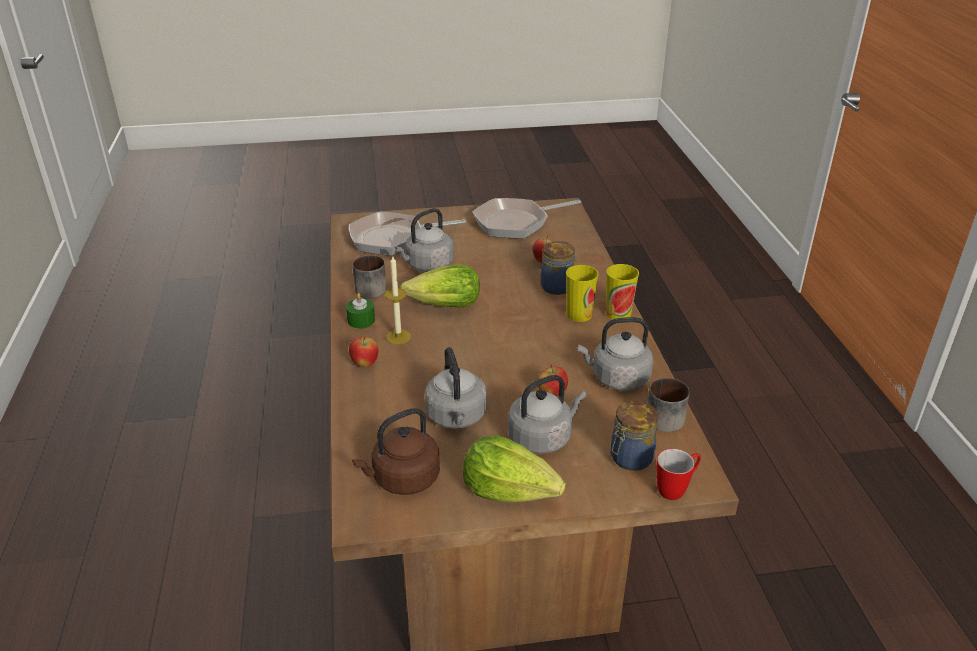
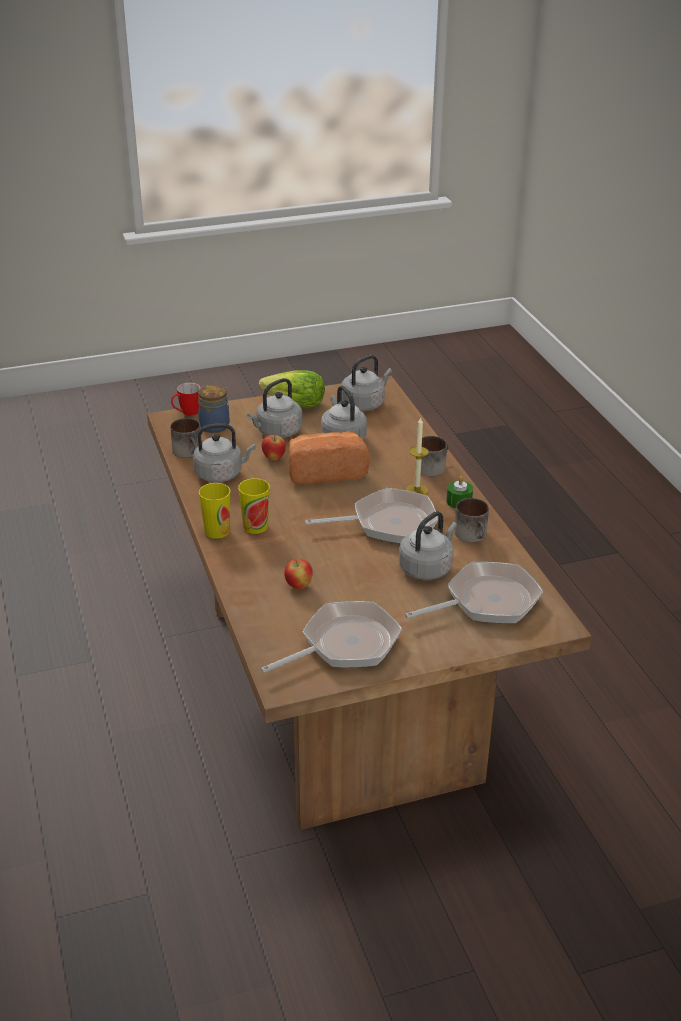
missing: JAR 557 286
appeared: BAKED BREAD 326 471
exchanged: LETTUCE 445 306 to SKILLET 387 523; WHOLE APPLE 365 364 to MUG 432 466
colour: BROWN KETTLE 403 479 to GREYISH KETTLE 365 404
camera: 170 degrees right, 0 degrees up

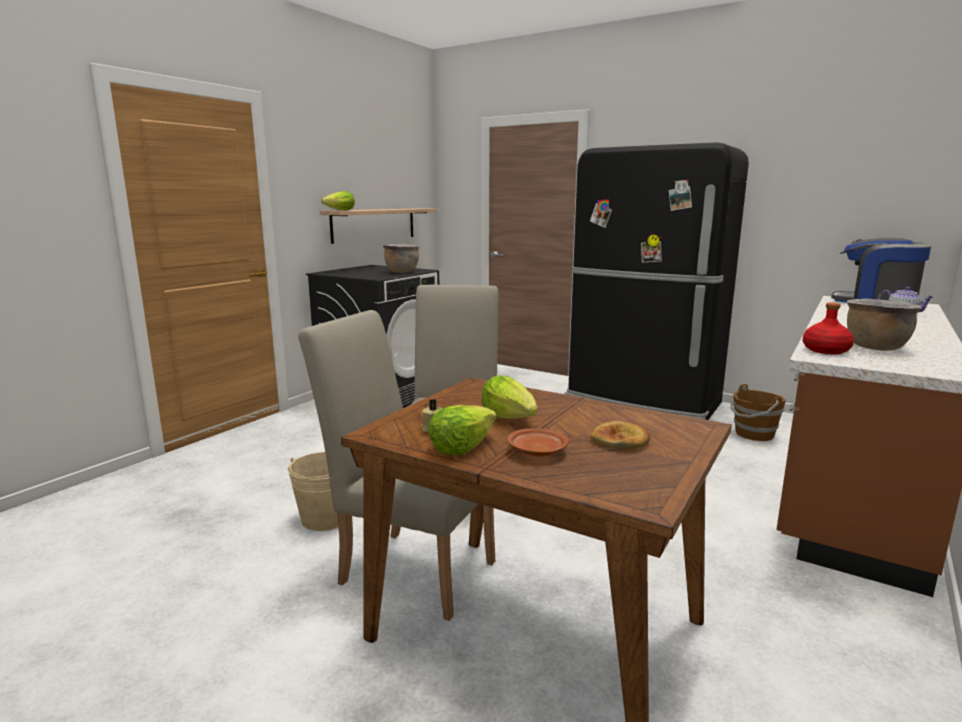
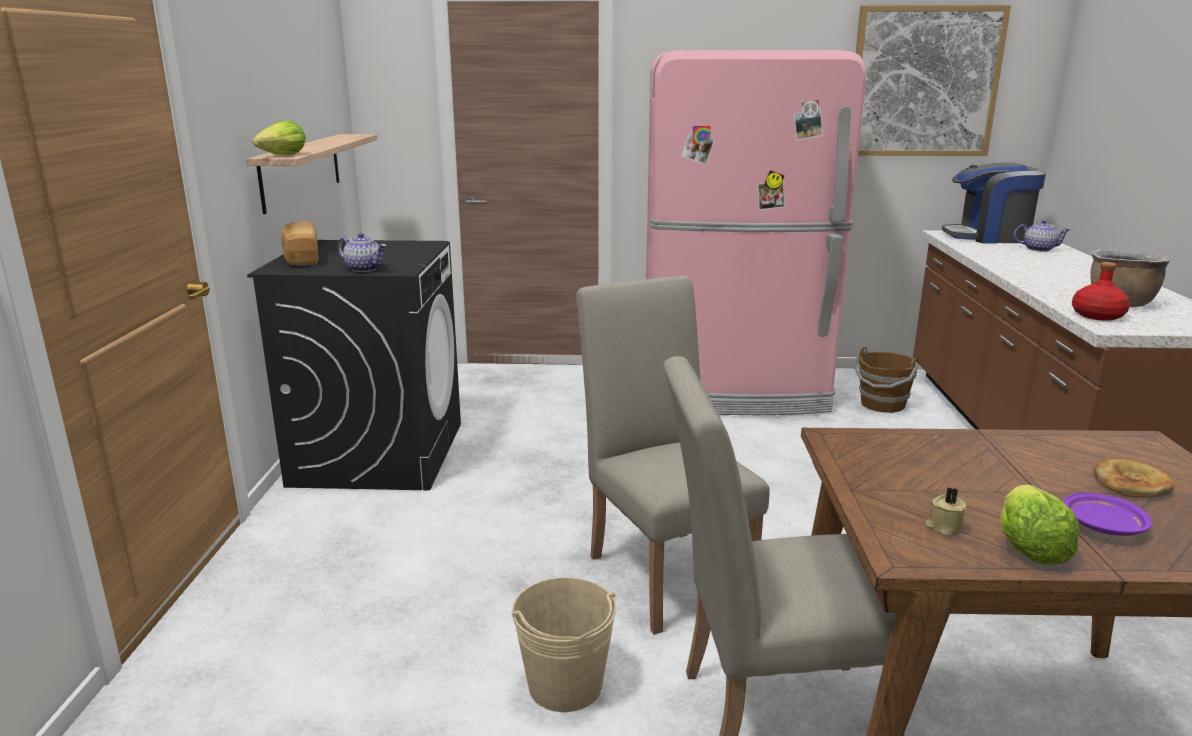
missing: BROWN COOKING POT 401 272; LETTUCE 510 418
appeared: PICTURE 924 82; BAKED BREAD 301 259; TEA POT 364 269
colour: BLACK-COLOURED KITCHEN FRIDGE 643 405 to PINK-COLOURED KITCHEN FRIDGE 733 390; BROWN DINNER PLATE 536 451 to PURPLISH DINNER PLATE 1102 526
camera: 30 degrees left, 5 degrees up

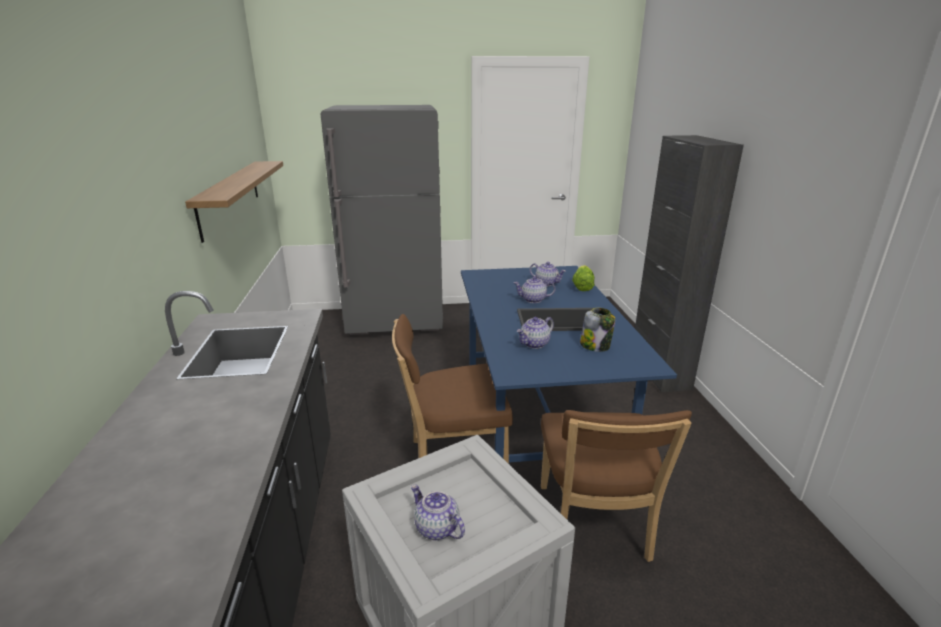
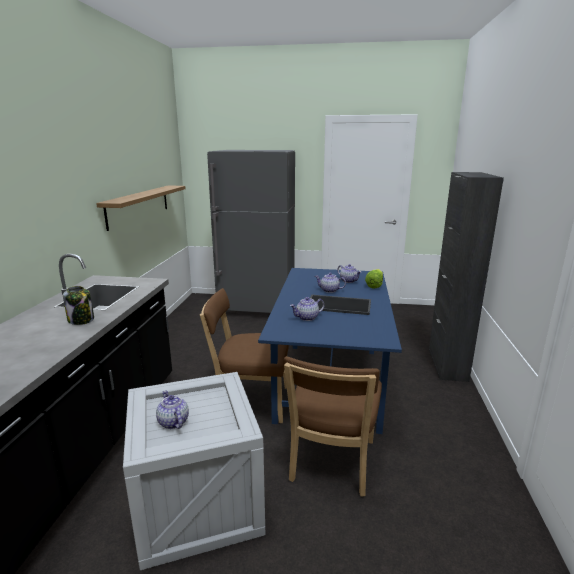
relocated: JAR 595 346 to 81 320
camera: 15 degrees right, 5 degrees down

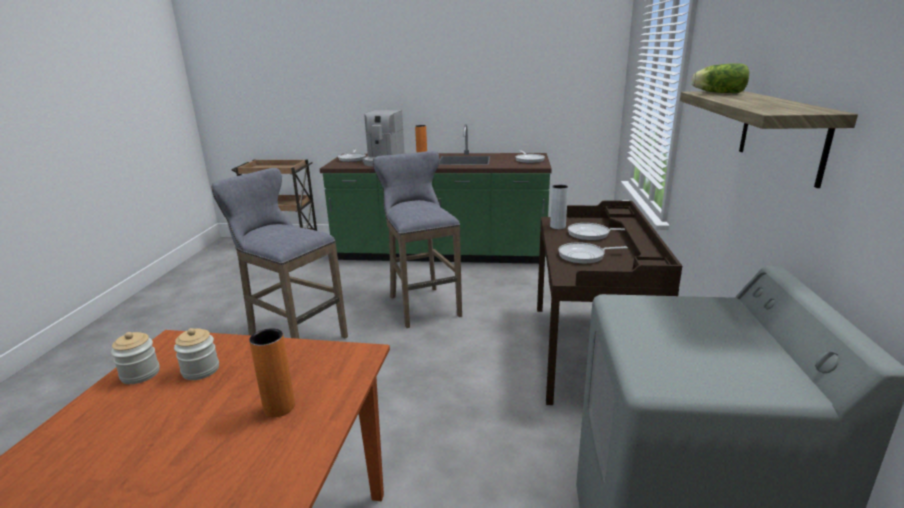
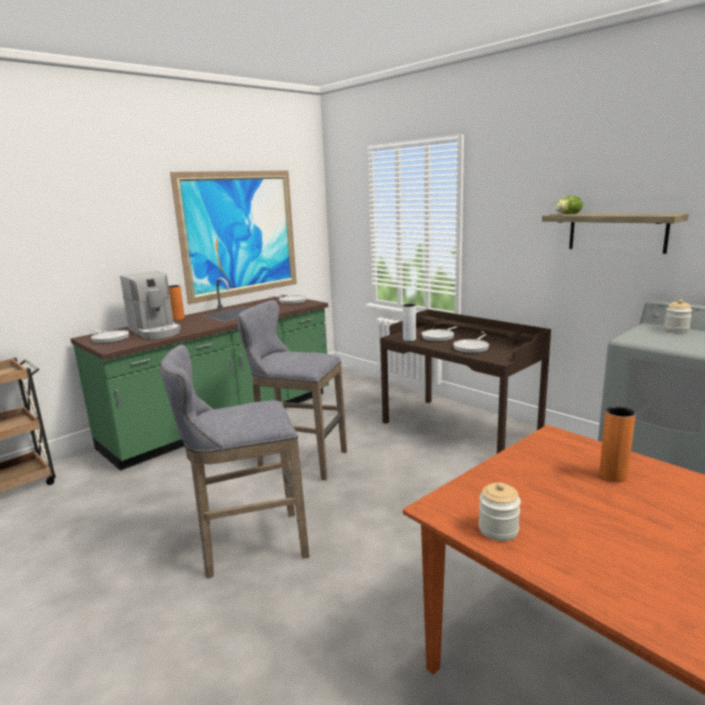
appeared: PICTURE 240 234
relocated: JAR 200 370 to 676 329
camera: 50 degrees left, 5 degrees down

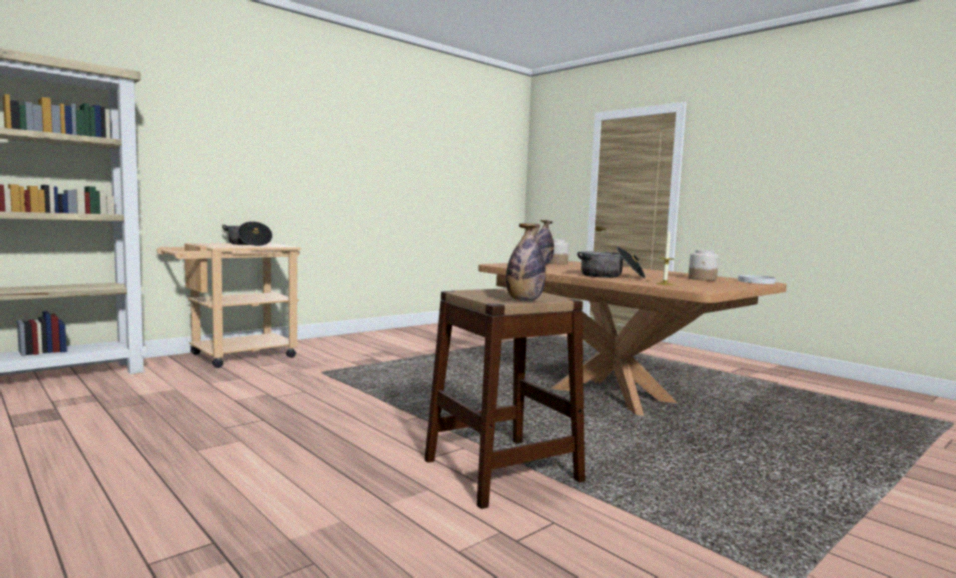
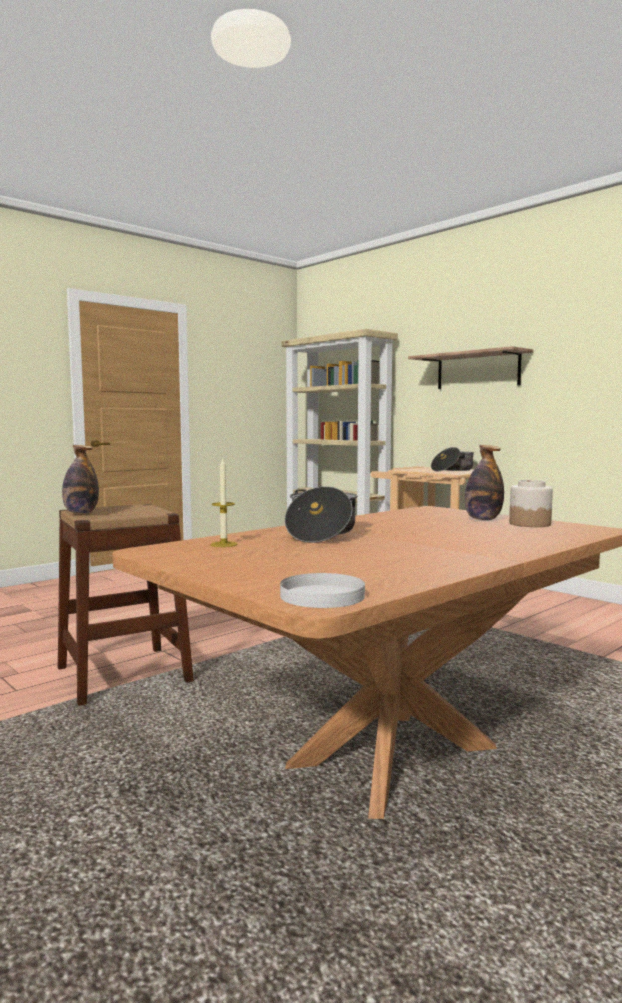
missing: JAR 702 279
appeared: BRACKET SHELF 477 370
camera: 90 degrees right, 0 degrees up

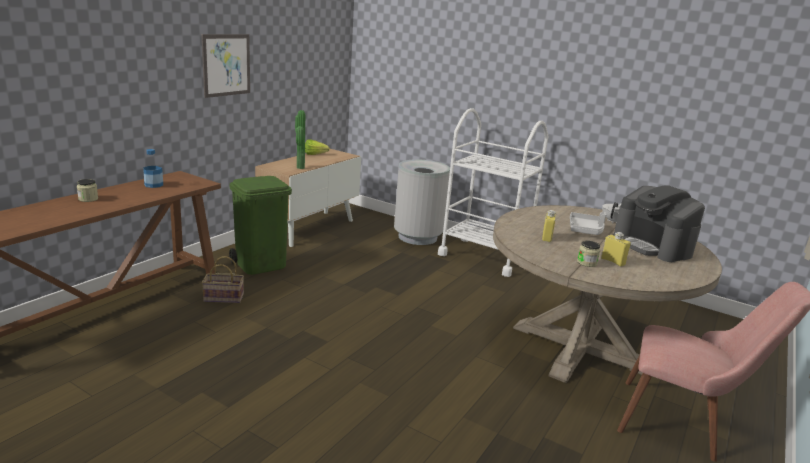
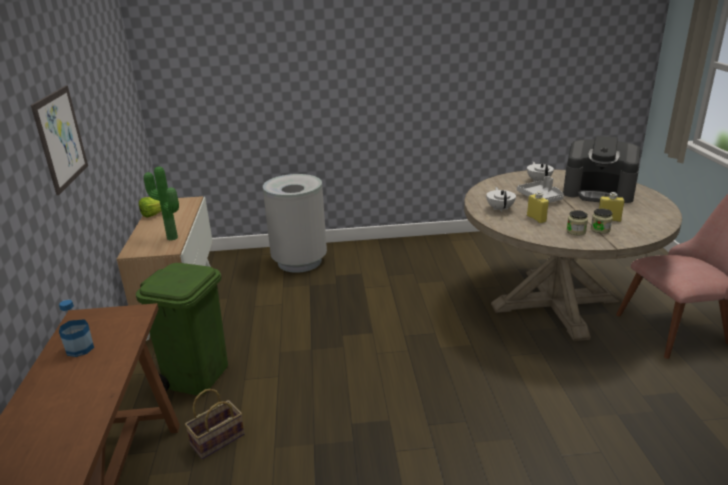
missing: WHITISH TROLLEY 484 256
appeared: WHITISH TEA POT 500 209
relocated: JAR 88 199 to 576 231
camera: 35 degrees left, 5 degrees up

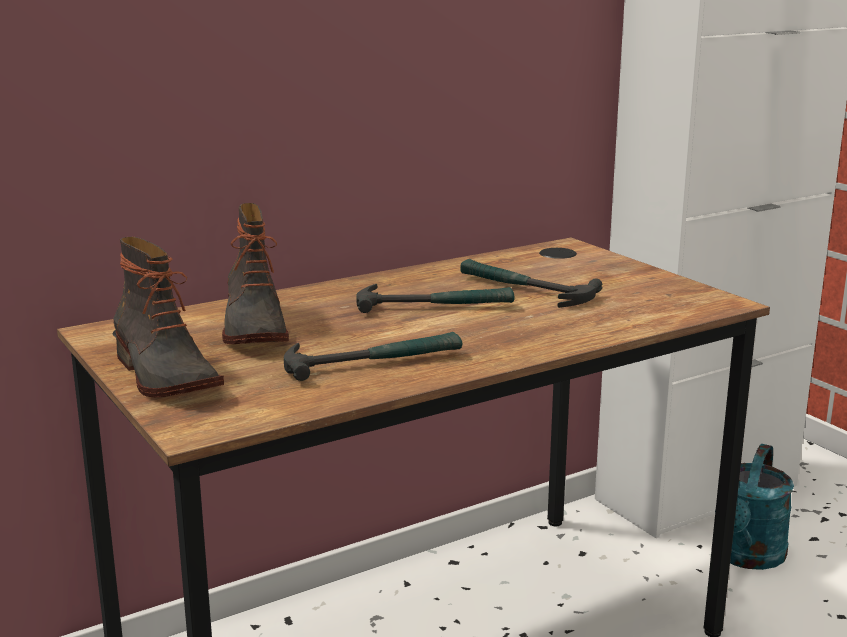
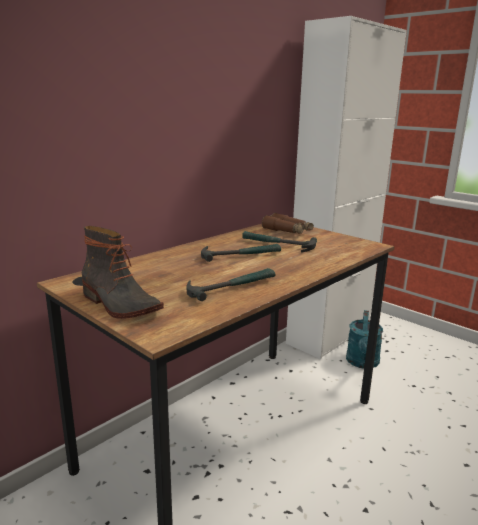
missing: HIGH-TOP BOOT 252 328
appeared: BROWN PAIR OF BINOCULARS 287 231
camera: 15 degrees left, 0 degrees up

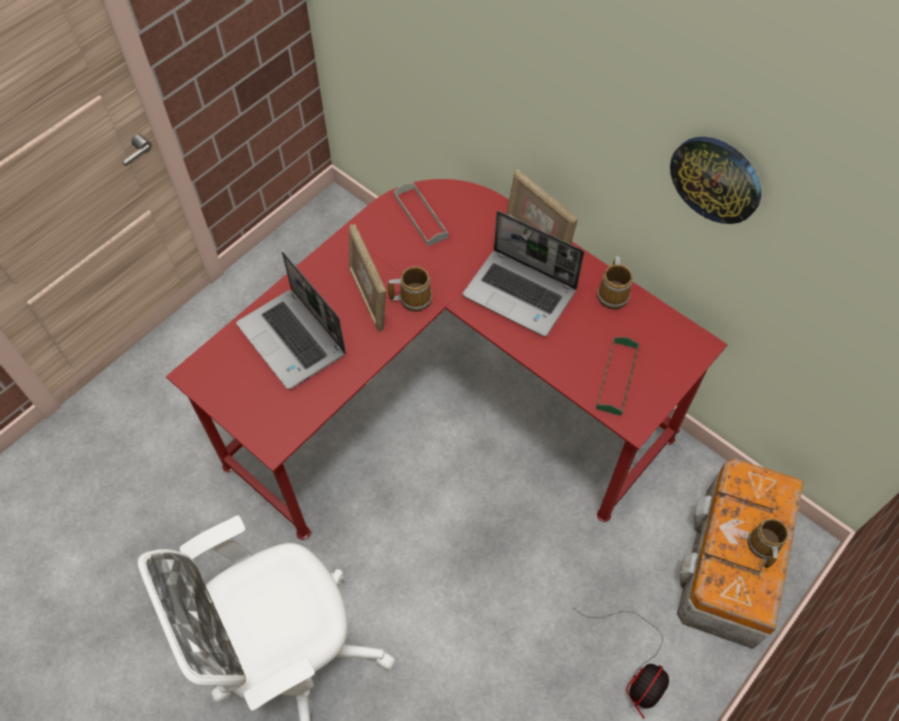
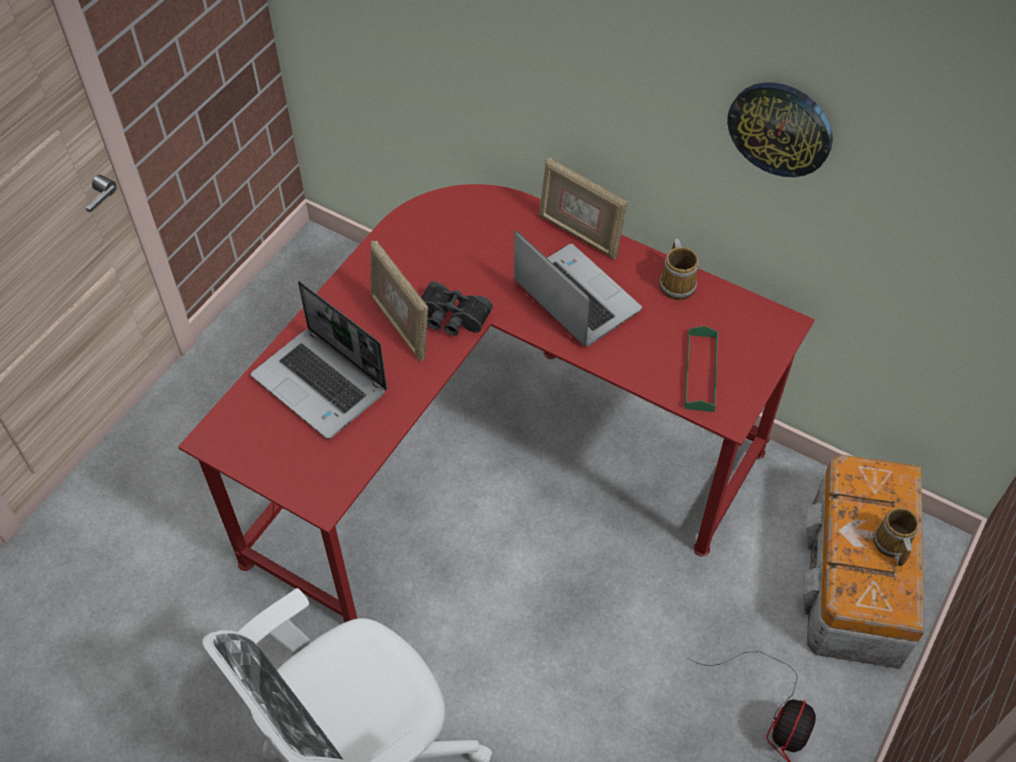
missing: GREYISH CARRYING TRAY 421 216
exchanged: MUG 413 298 to BLACK-COLOURED PAIR OF BINOCULARS 451 319
spun: NOTEBOOK COMPUTER 521 293 = 574 297 150 degrees counterclockwise
camera: 10 degrees left, 5 degrees down

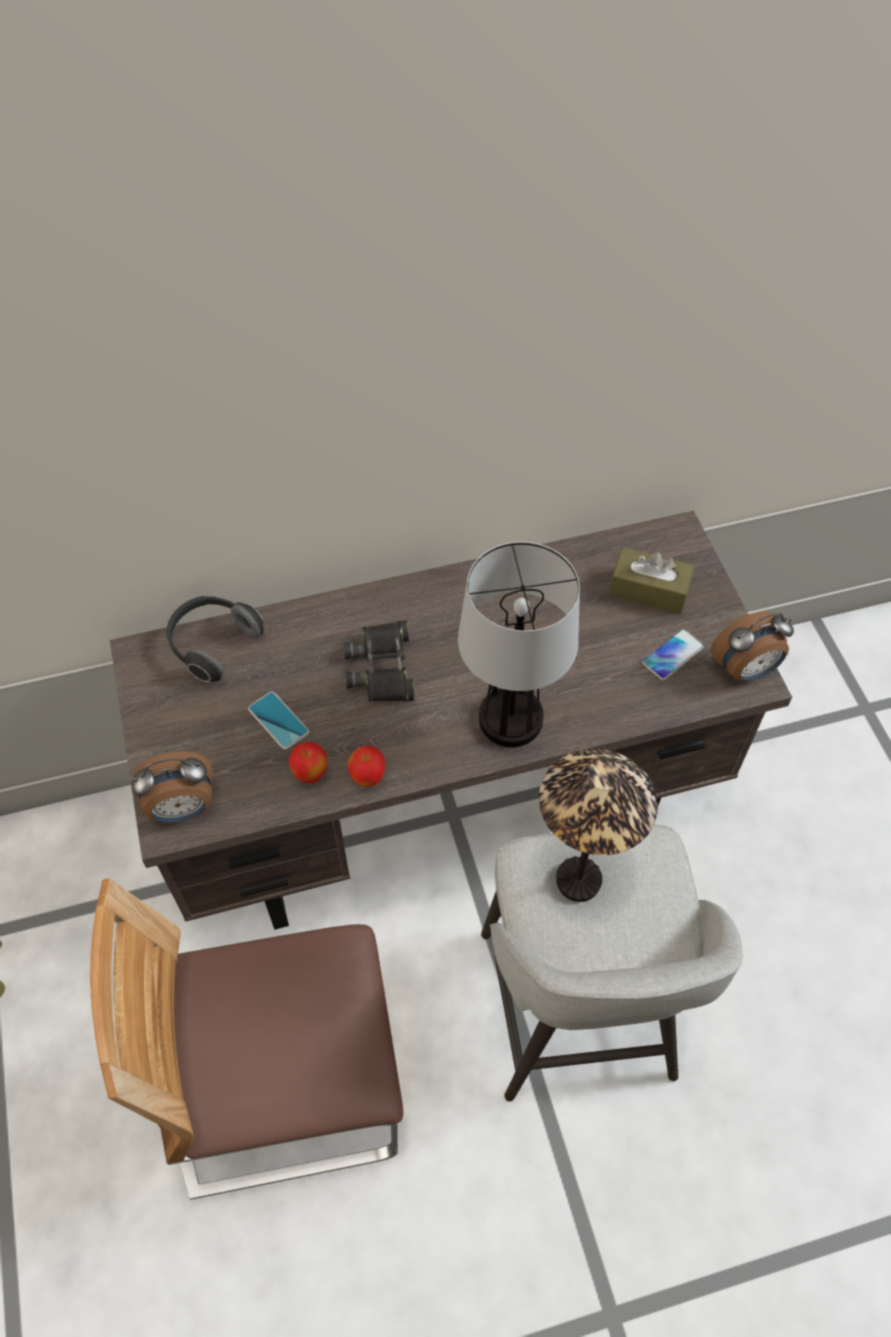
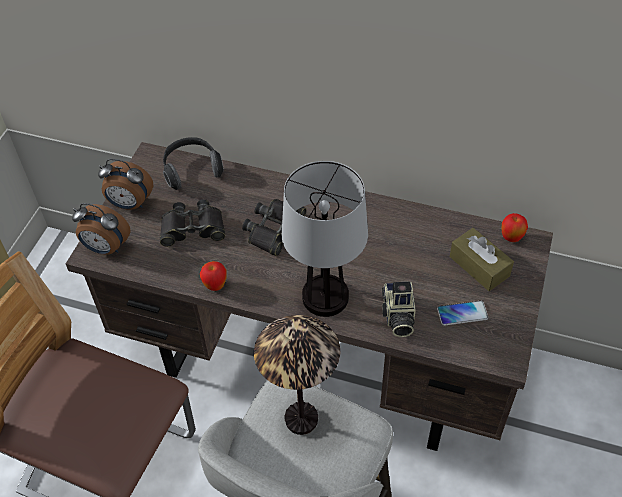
appeared: STILL CAMERA 397 316
relocated: BEDSIDE CLOCK 745 670 to 130 204; WHOLE APPLE 310 774 to 511 238
exchanged: TELEPHONE 278 721 to BLACK-COLOURED PAIR OF BINOCULARS 192 228
camera: 35 degrees right, 5 degrees down

